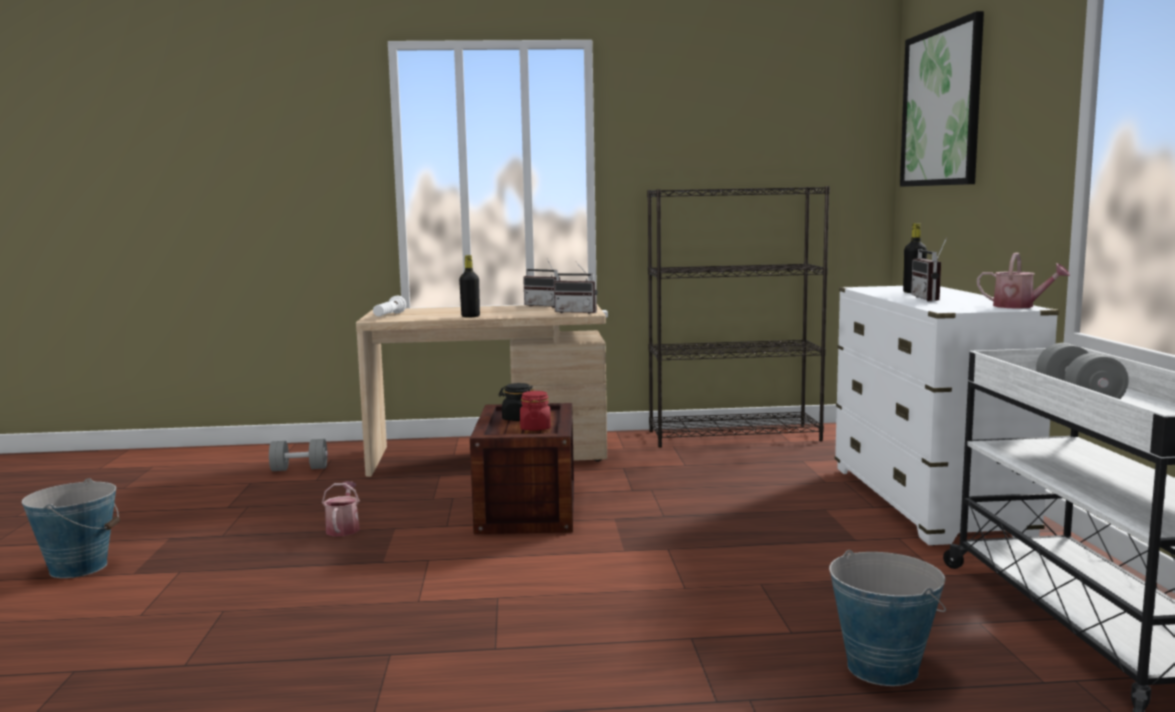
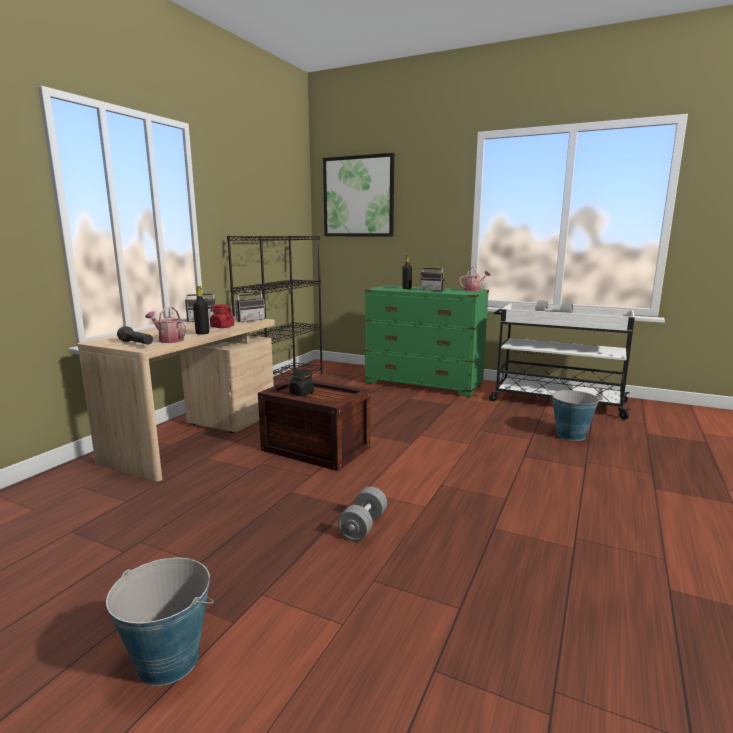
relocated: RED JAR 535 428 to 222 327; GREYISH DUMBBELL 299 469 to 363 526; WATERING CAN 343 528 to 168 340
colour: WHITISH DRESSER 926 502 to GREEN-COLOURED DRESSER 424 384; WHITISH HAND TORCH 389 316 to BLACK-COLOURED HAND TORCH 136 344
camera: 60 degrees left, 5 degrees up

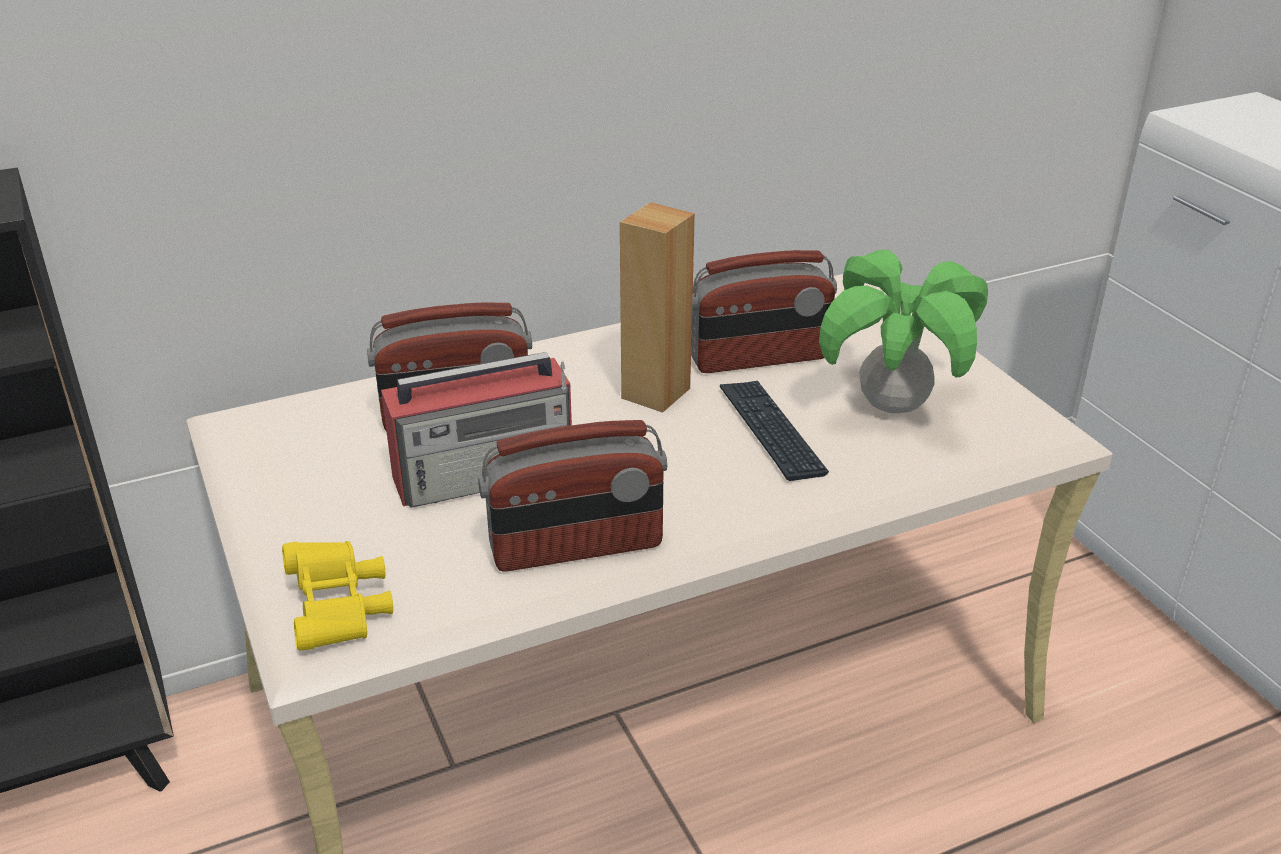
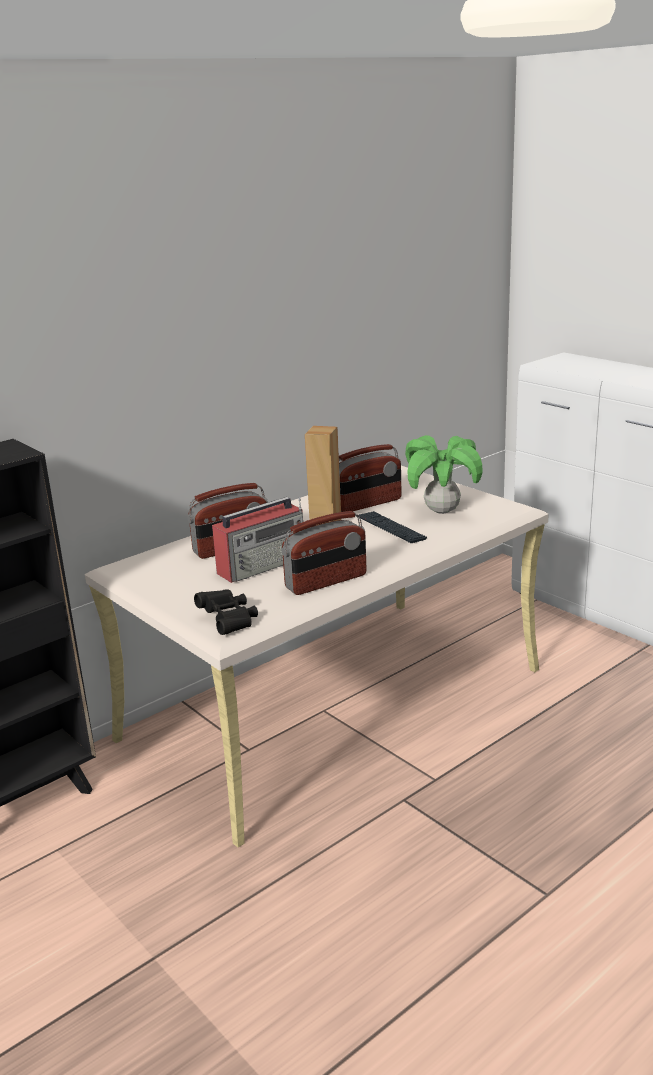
colour: YELLOW-COLOURED PAIR OF BINOCULARS 339 611 to BLACK-COLOURED PAIR OF BINOCULARS 229 621
camera: 15 degrees left, 10 degrees down

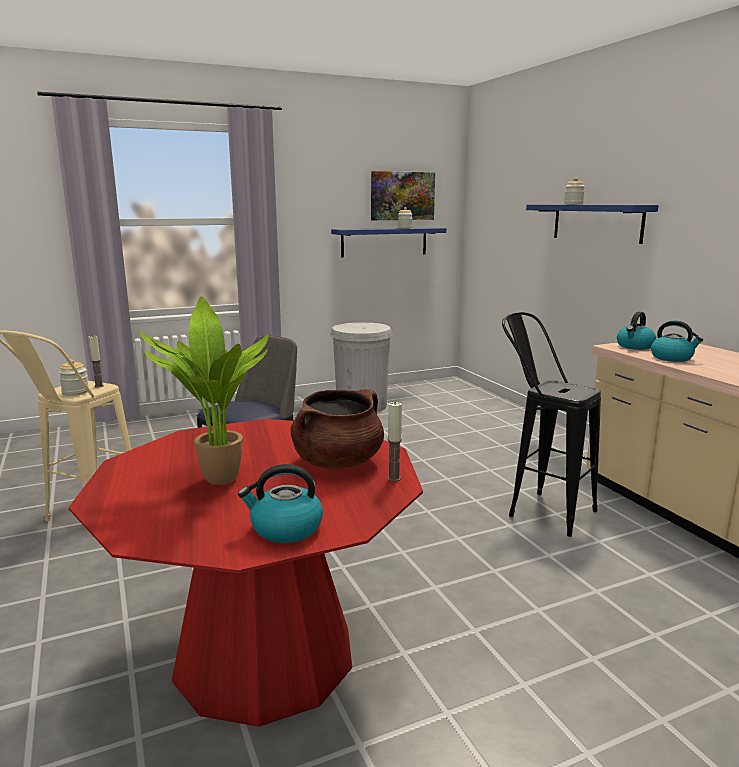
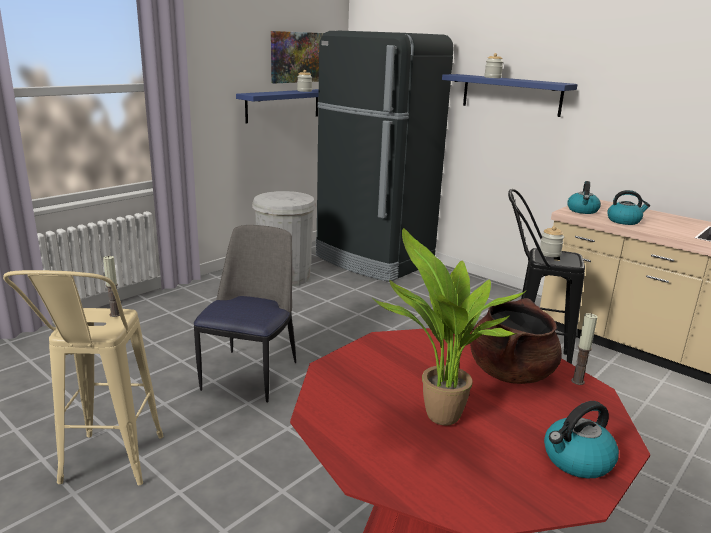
appeared: BLACK-COLOURED KITCHEN FRIDGE 373 260
relocated: JAR 75 392 to 549 254
camera: 25 degrees left, 5 degrees up

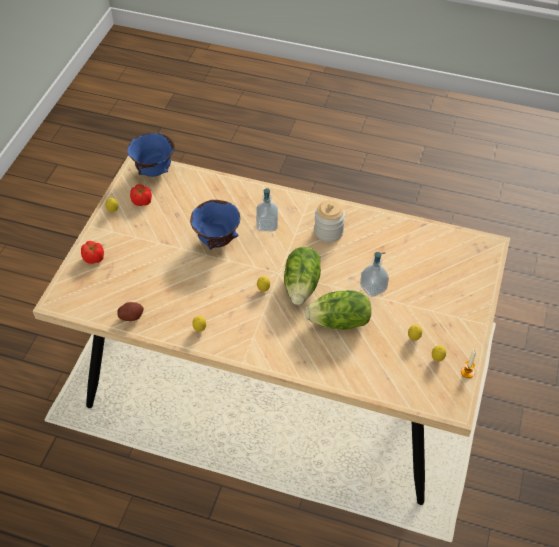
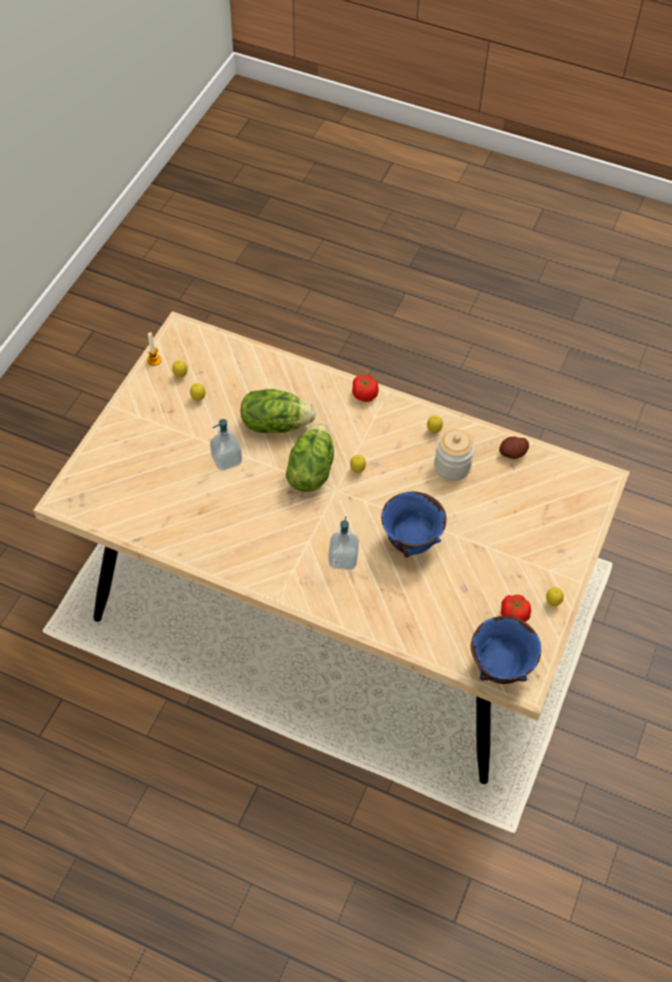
relocated: JAR 328 231 to 452 466; WHOLE TOMATO 94 258 to 364 394
camera: 175 degrees left, 5 degrees up

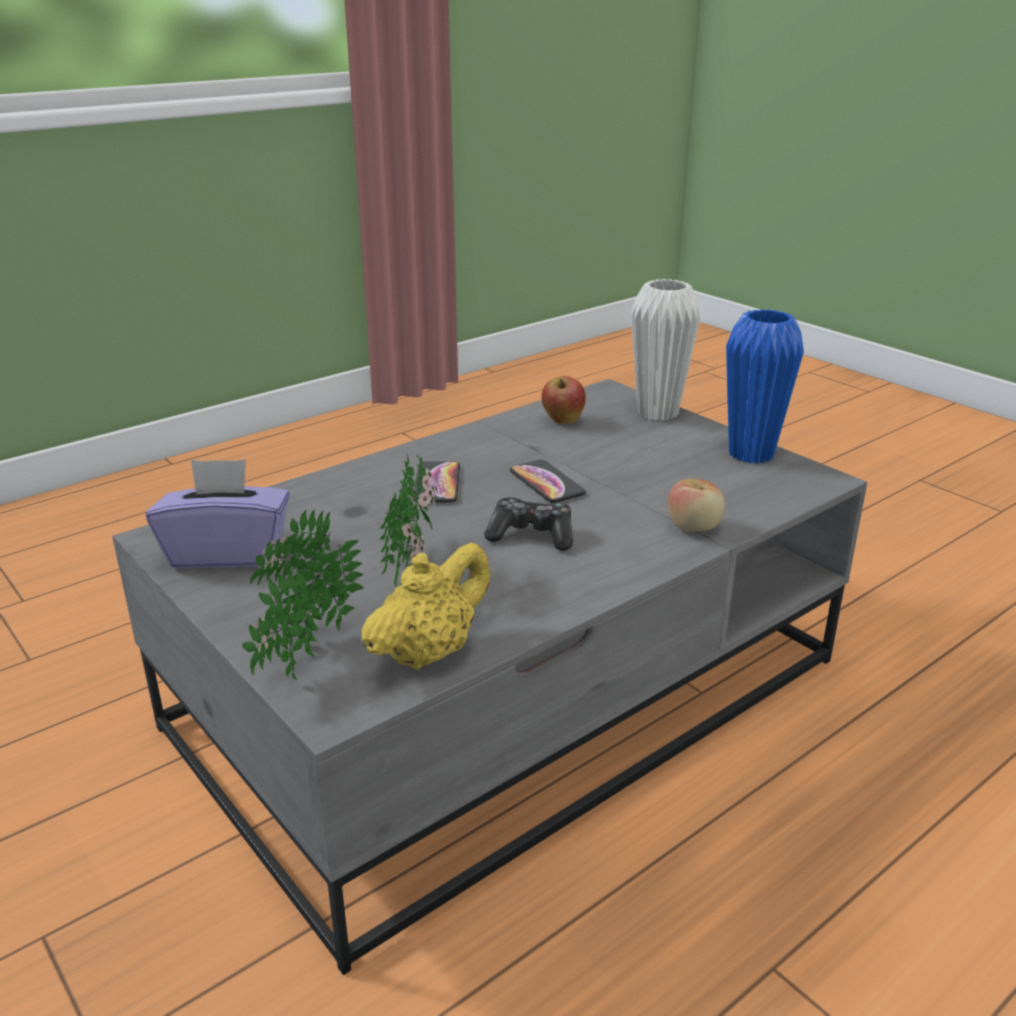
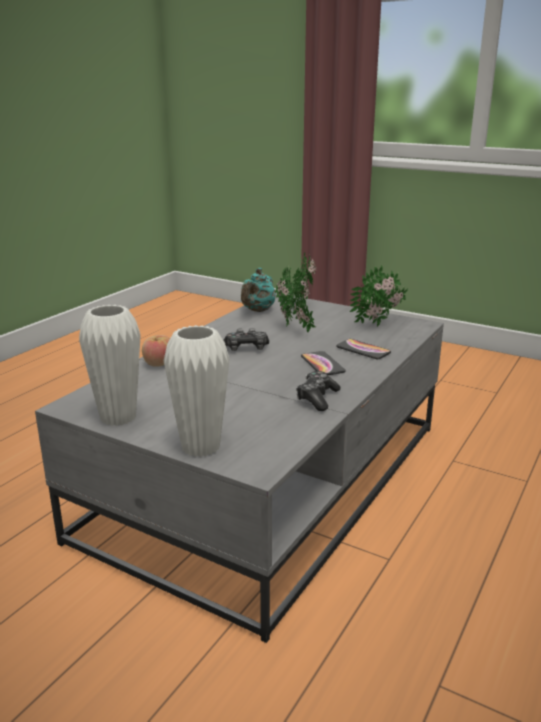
missing: WHOLE APPLE 563 421
appeared: GAME CONTROLLER 317 398
relocated: TELEPHONE 546 482 to 363 350
exchanged: PURPLISH TISSUE BOX 228 552 to PLANT IN A POT 380 324
colour: BLUISH DECORATIVE VASE 751 454 to WHITISH DECORATIVE VASE 118 417; YELLOW-COLOURED TEA POT 429 652 to BLUE-GREEN TEA POT 258 310
camera: 160 degrees right, 5 degrees down

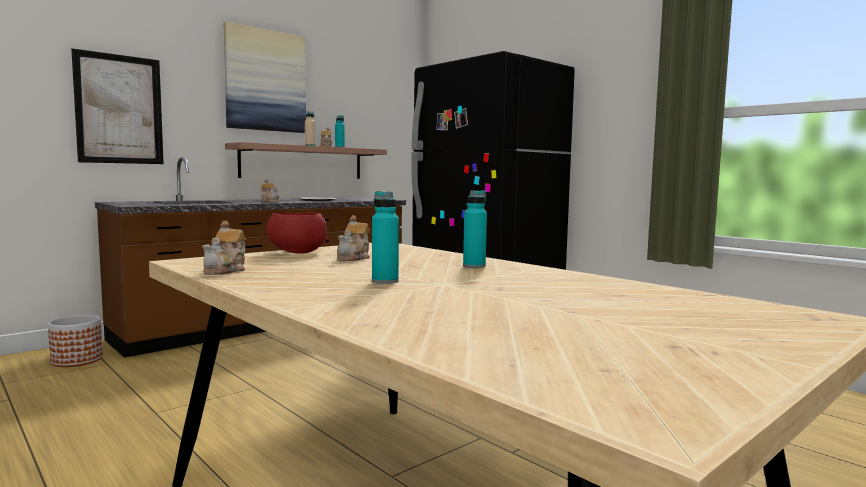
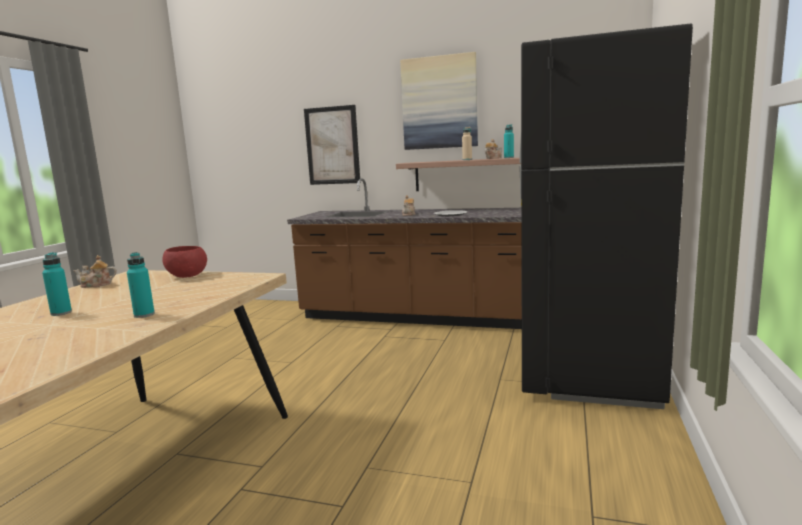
missing: TEA POT 354 258; FLOWER POT 76 360
camera: 60 degrees right, 5 degrees up

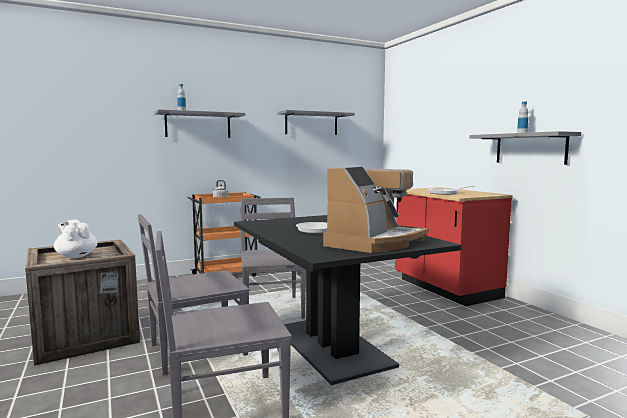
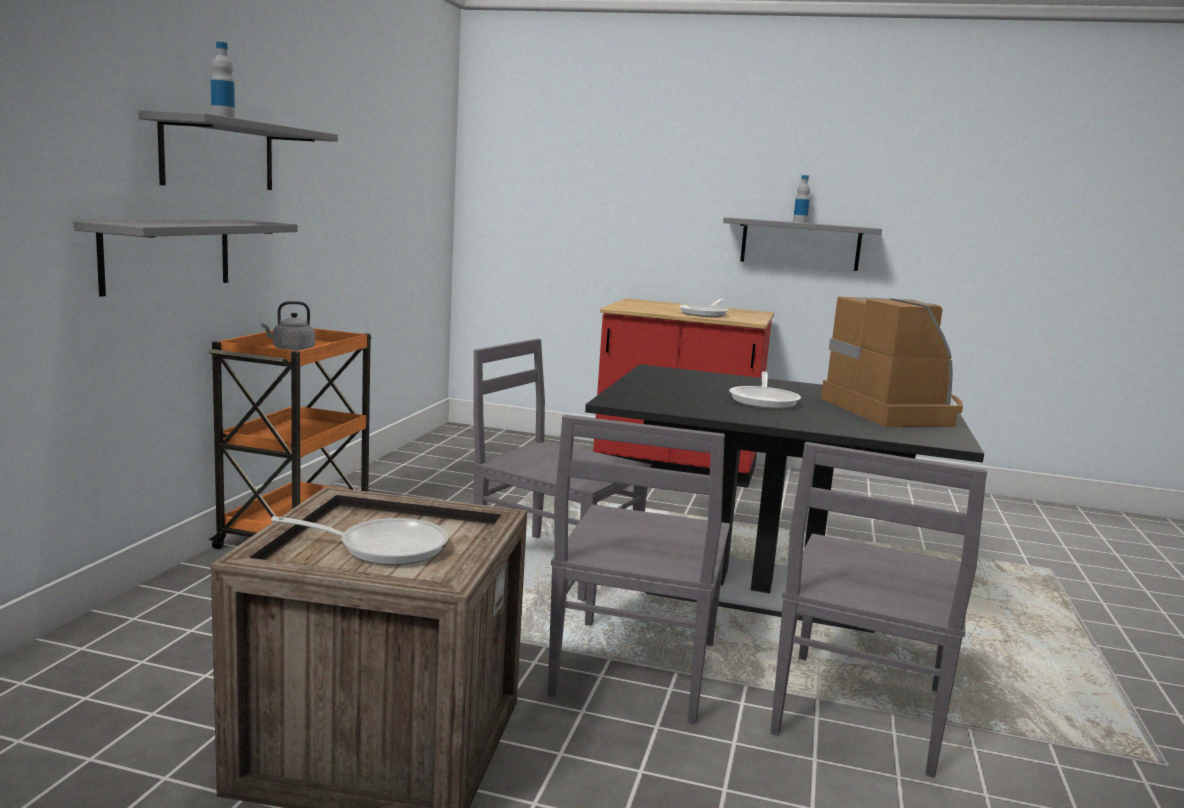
relocated: GREYISH BRACKET SHELF 311 123 to 167 254
exchanged: WHITISH TEA POT 76 256 to SKILLET 384 547
camera: 50 degrees left, 5 degrees up

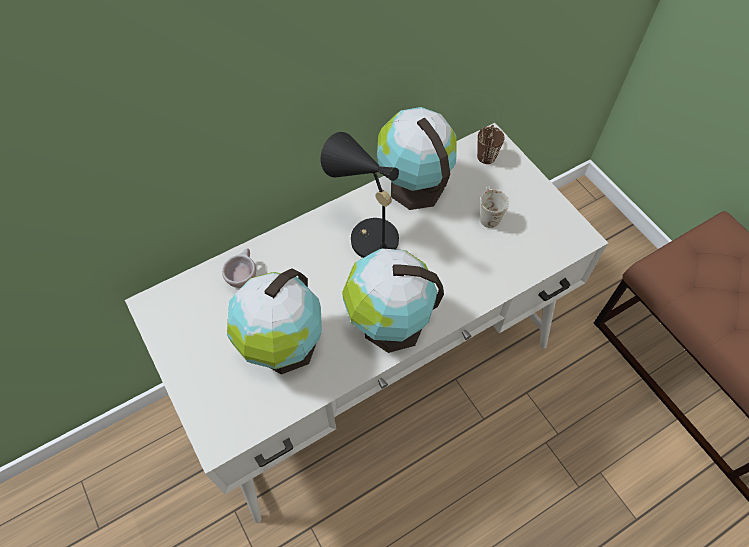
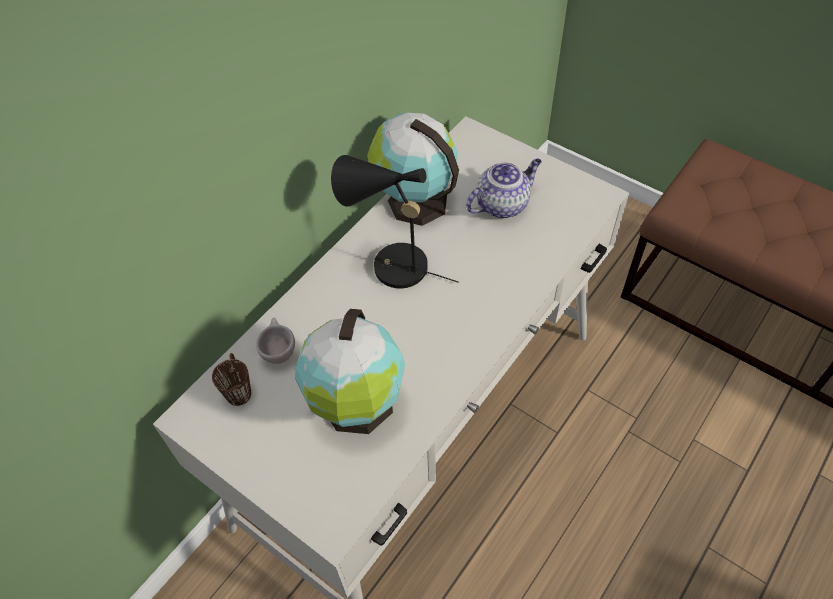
missing: DESK GLOBE 389 324
relocated: BROWN MUG 486 152 to 238 387
exchanged: WHITISH MUG 488 214 to TEA POT 502 204
camera: 20 degrees left, 5 degrees down

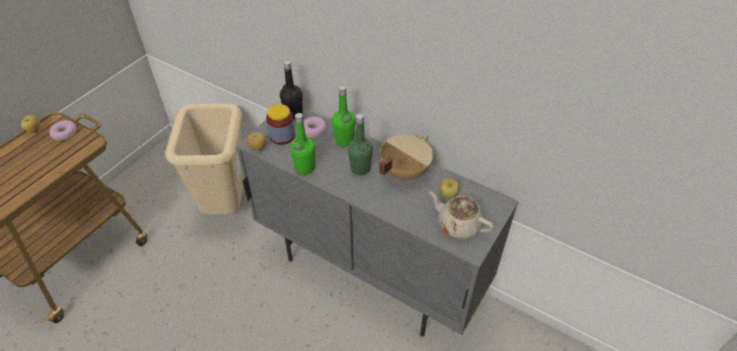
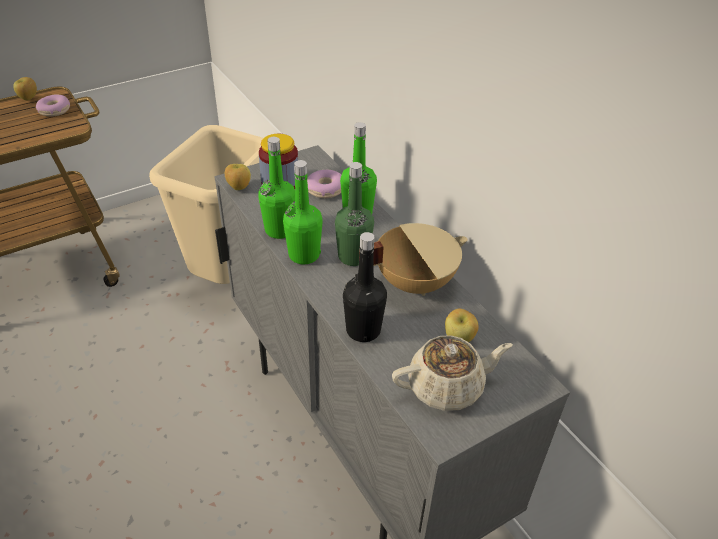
appeared: GREEN-COLOURED BOTTLE 304 255
relocated: BLACK-COLOURED BOTTLE 293 114 to 363 330
spun: SAND-COLOURED TEA POT 458 224 = 447 387 105 degrees clockwise
camera: 25 degrees right, 5 degrees down

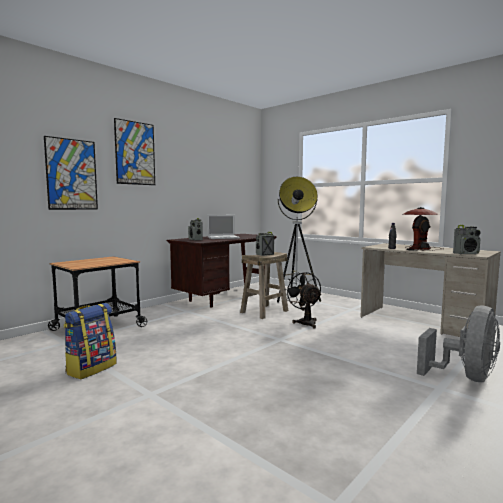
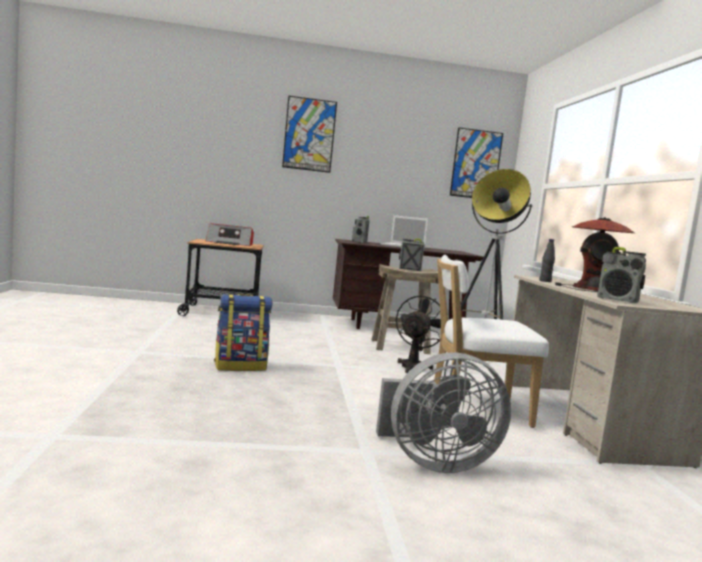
appeared: RADIO RECEIVER 230 243; WHITISH PLAIN CHAIR 473 408
relocated: PICTURE 72 174 to 476 164; BACKPACK 91 368 to 240 366
camera: 40 degrees right, 0 degrees up

